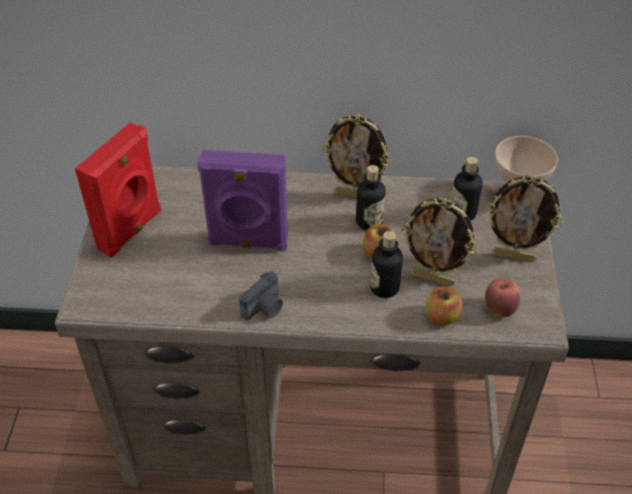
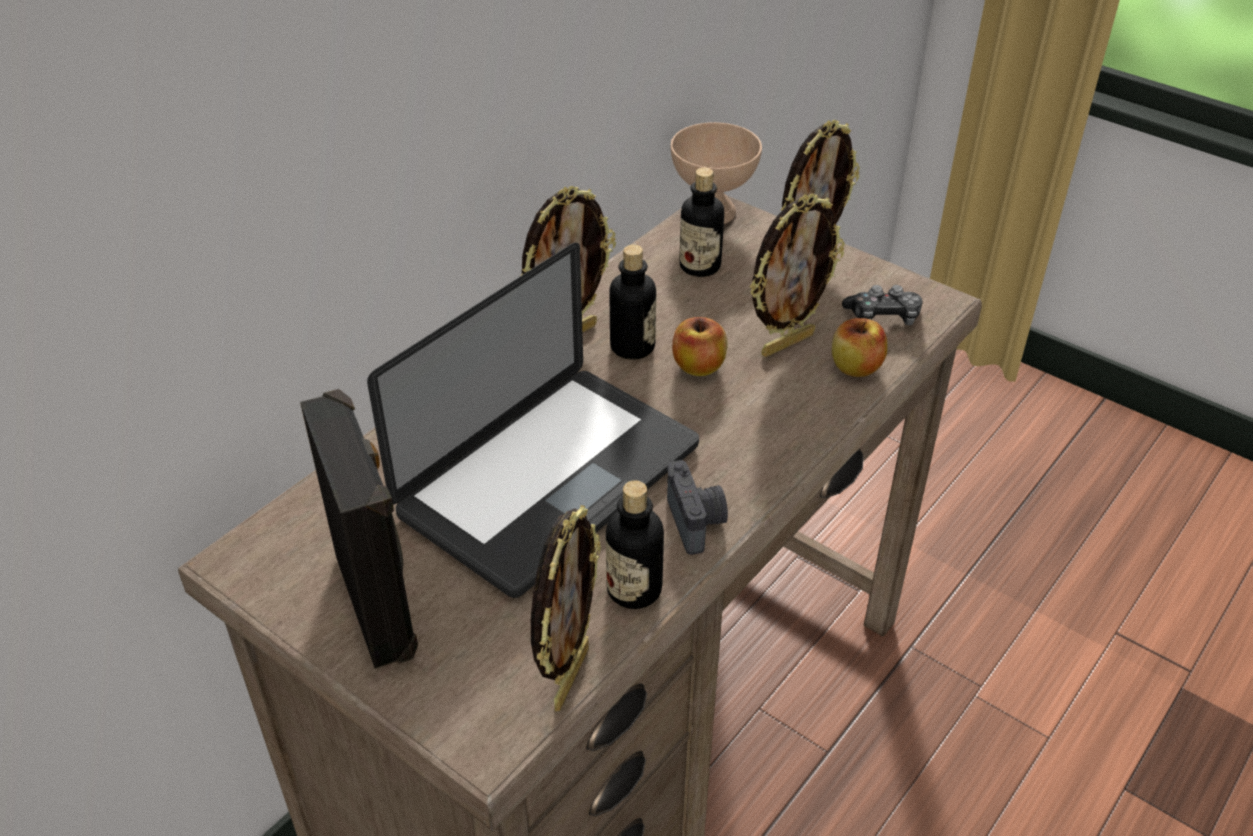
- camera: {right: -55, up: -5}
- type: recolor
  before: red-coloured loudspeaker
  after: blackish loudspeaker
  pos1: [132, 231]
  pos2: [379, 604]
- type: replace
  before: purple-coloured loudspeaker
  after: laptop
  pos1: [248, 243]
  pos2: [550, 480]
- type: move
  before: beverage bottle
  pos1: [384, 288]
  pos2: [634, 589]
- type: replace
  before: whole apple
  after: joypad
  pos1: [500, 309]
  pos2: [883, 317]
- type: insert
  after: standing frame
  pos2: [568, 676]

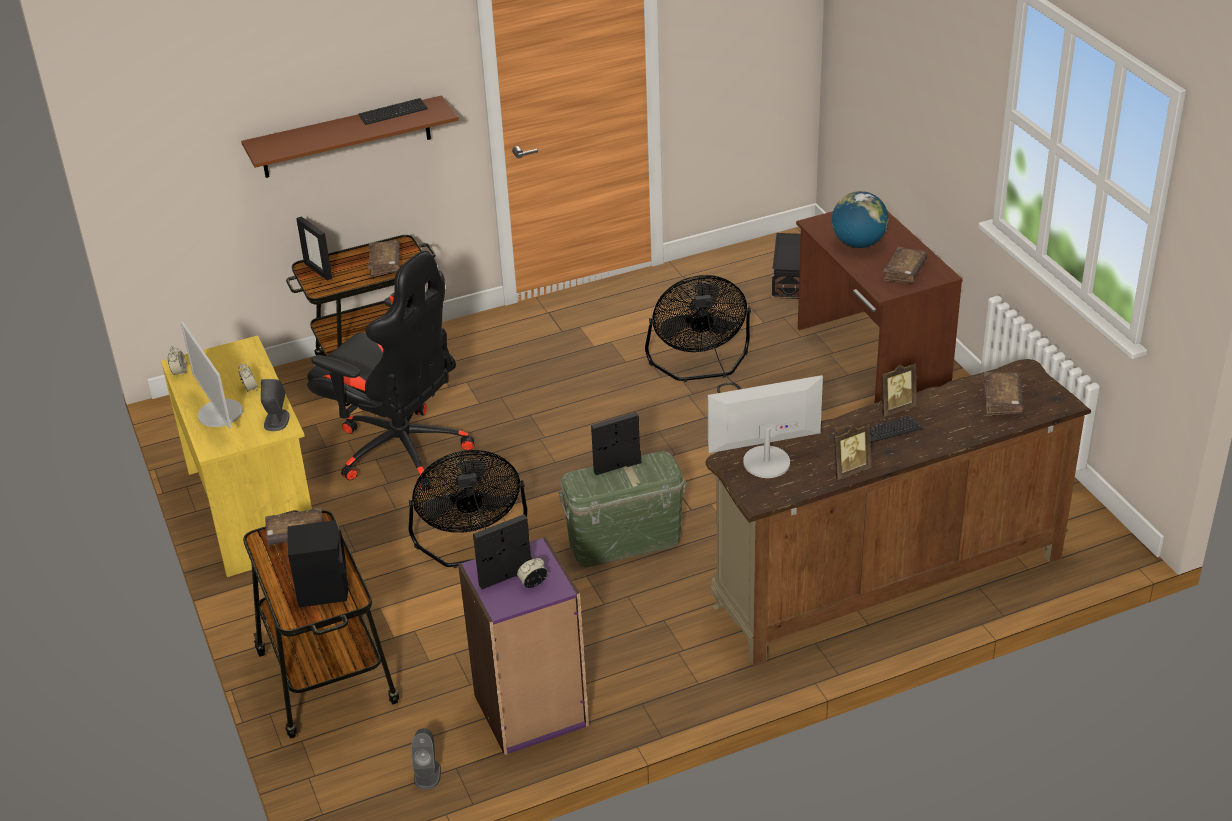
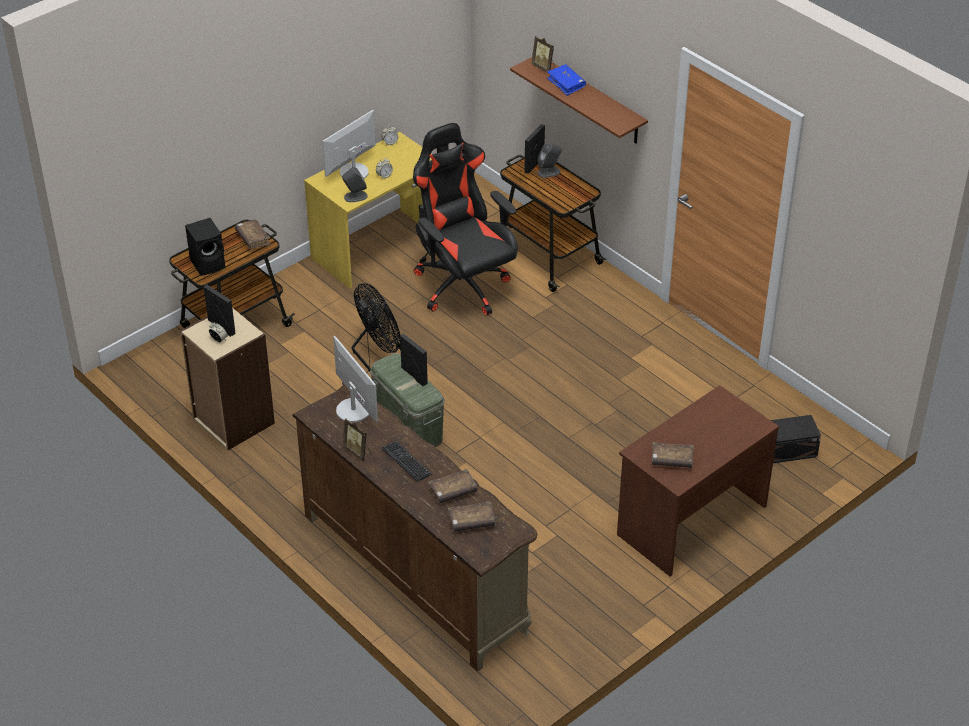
- camera: {right: 70, up: 5}
- type: delete
  before: keyboard
  pos1: [393, 113]
- type: delete
  before: world globe
  pos1: [858, 243]
- type: move
  before: brown-coloured book
  pos1: [385, 263]
  pos2: [453, 491]
- type: rotate
  before: blackish computer chair
  pos1: [394, 447]
  pos2: [465, 290]
  turn: 135
- type: delete
  before: blackish cooling fan
  pos1: [705, 370]
- type: move
  before: standing frame
  pos1: [895, 408]
  pos2: [544, 68]
- type: recolor
  before: purple-coloured bookshelf
  after: sand-coloured bookshelf
  pos1: [531, 711]
  pos2: [233, 421]
- type: move
  before: grey loudspeaker
  pos1: [427, 773]
  pos2: [549, 172]
- type: insert
  after: blue book
  pos2: [566, 84]

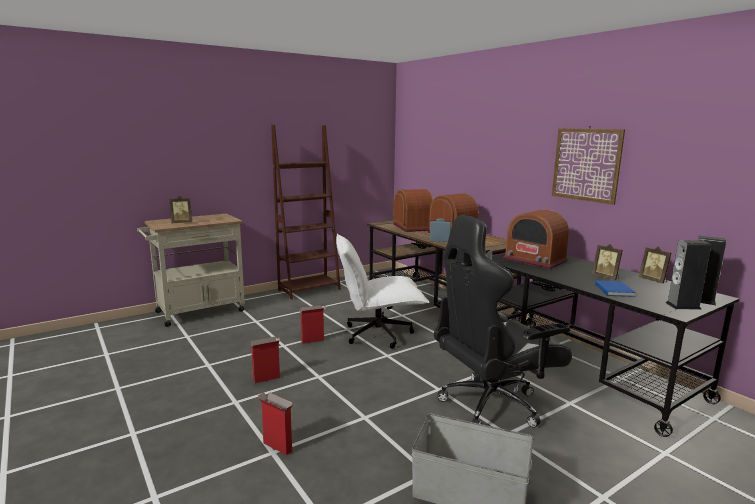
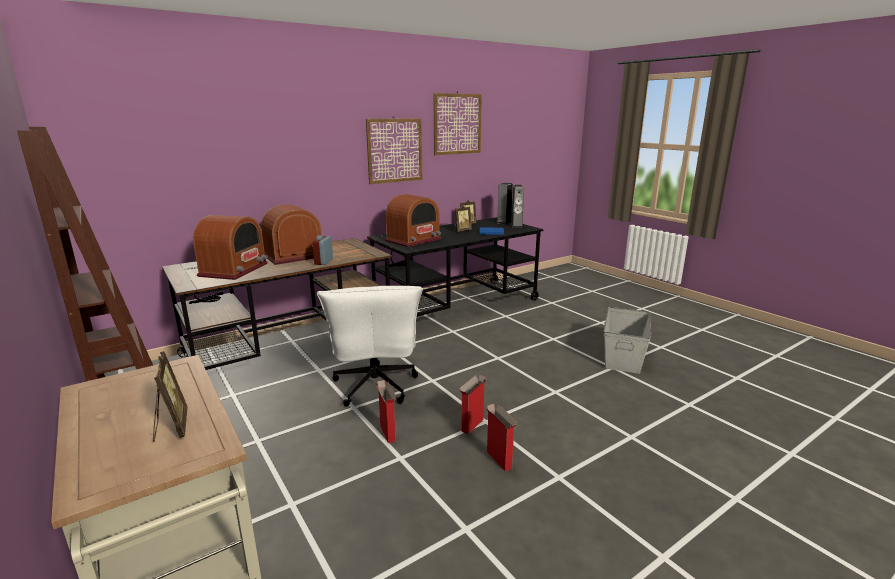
- camera: {right: -90, up: 5}
- type: rotate
  before: radio receiver
  pos1: [413, 227]
  pos2: [234, 270]
  turn: 120
- type: delete
  before: blackish computer chair
  pos1: [495, 403]
- type: move
  before: packing box
  pos1: [277, 446]
  pos2: [472, 425]
- type: insert
  after: picture
  pos2: [457, 123]

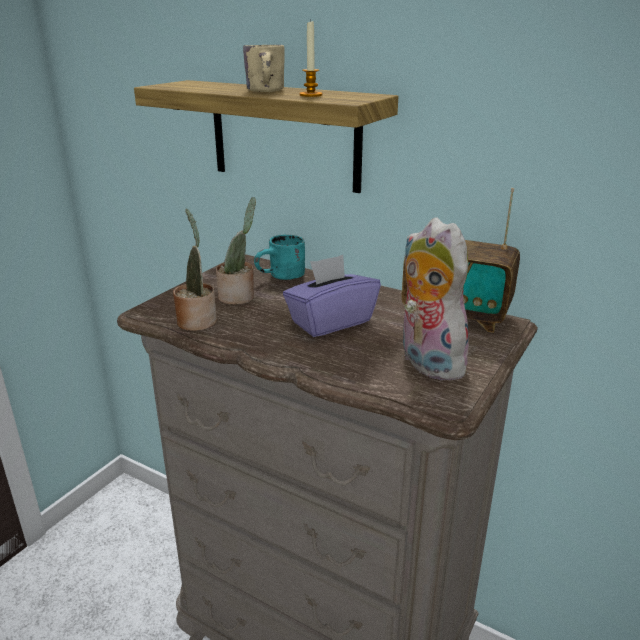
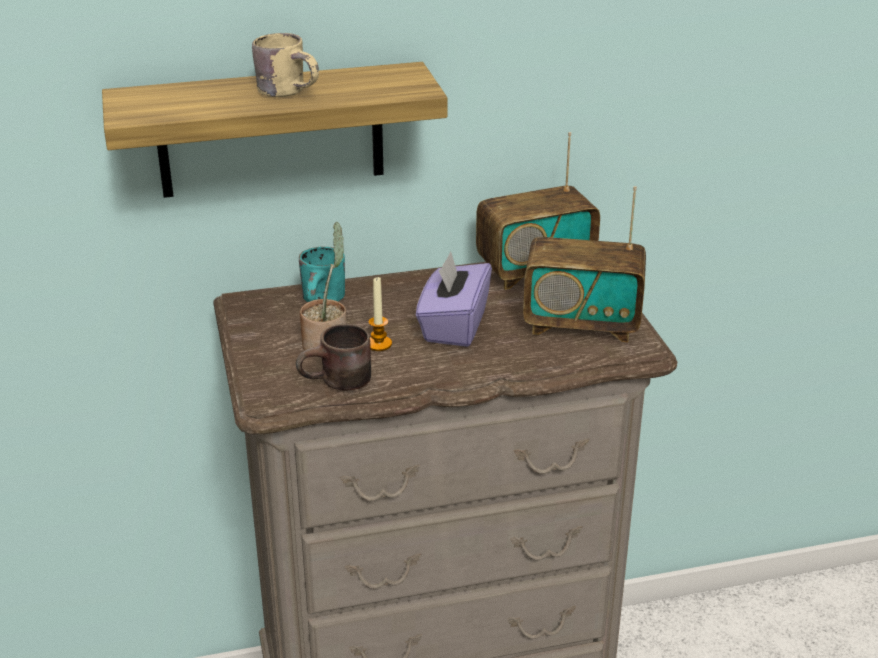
- camera: {right: -45, up: 5}
- type: move
  before: candle
  pos1: [311, 95]
  pos2: [379, 344]
- type: replace
  before: plant in a pot
  after: brown-coloured tea mug
  pos1: [197, 320]
  pos2: [338, 384]
- type: replace
  before: soft toy
  after: radio receiver
  pos1: [426, 362]
  pos2: [581, 324]

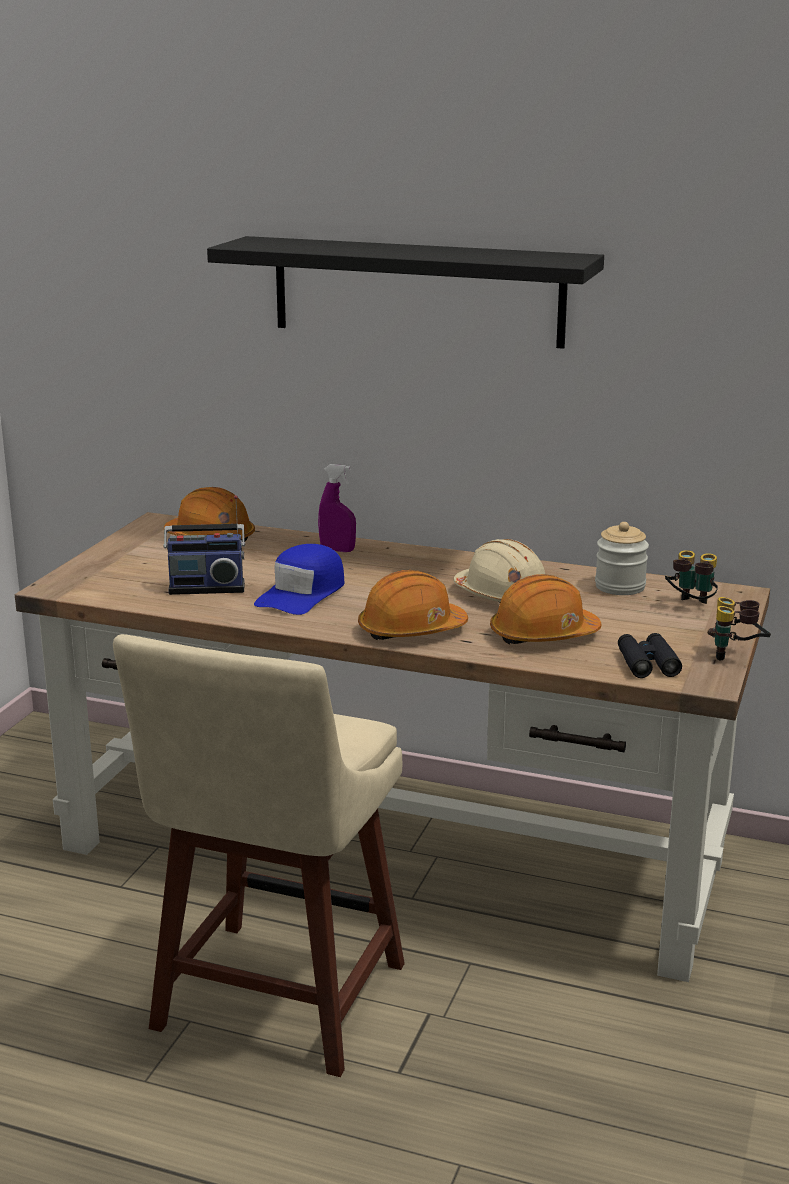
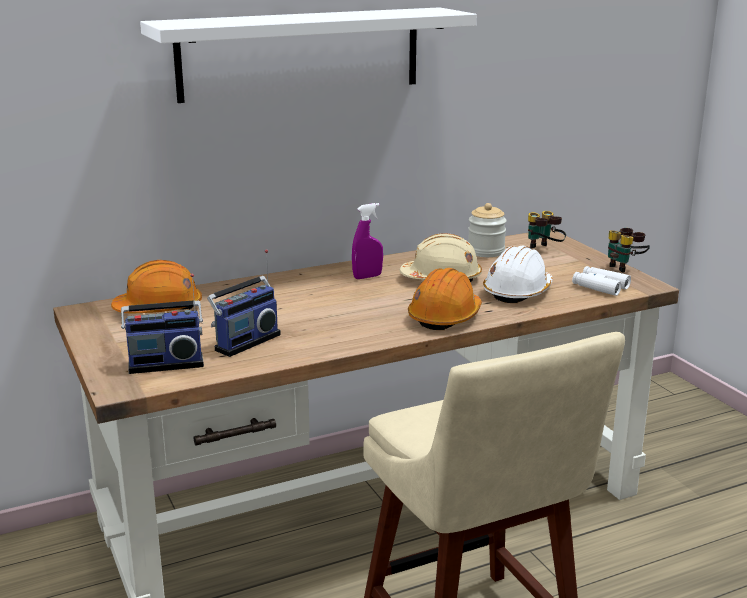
- camera: {right: -45, up: 0}
- type: recolor
  before: blackish shelf
  after: white-coloured shelf
  pos1: [417, 291]
  pos2: [301, 53]
- type: move
  before: purple-coloured sprayer
  pos1: [337, 550]
  pos2: [367, 277]
- type: delete
  before: blue baseball cap
  pos1: [302, 593]
- type: recolor
  before: orange hard hat
  after: white-coloured hard hat
  pos1: [543, 635]
  pos2: [518, 292]
- type: recolor
  before: blackish pair of binoculars
  after: white-coloured pair of binoculars
  pos1: [647, 663]
  pos2: [600, 287]
- type: insert
  after: radio receiver
  pos2: [166, 363]

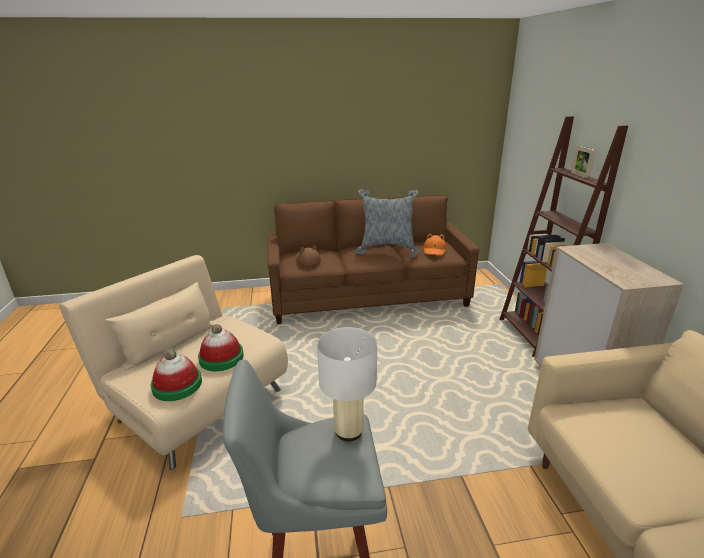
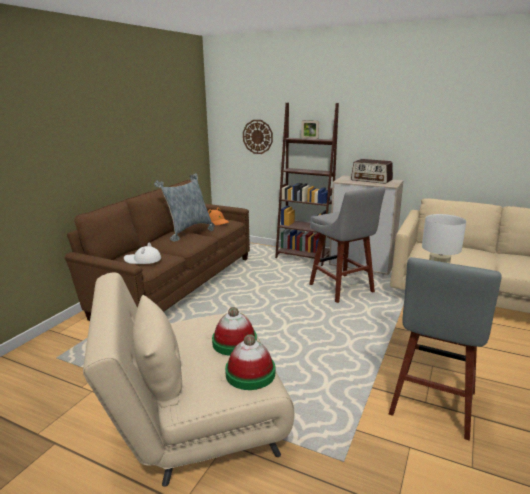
- camera: {right: -55, up: -5}
- type: recolor
  before: brown-coloured wearable hat
  after: white-coloured wearable hat
  pos1: [307, 259]
  pos2: [143, 260]
- type: insert
  after: hanging clock
  pos2: [257, 136]
- type: insert
  after: radio receiver
  pos2: [371, 180]
- type: insert
  after: grey sitting stool
  pos2: [342, 289]

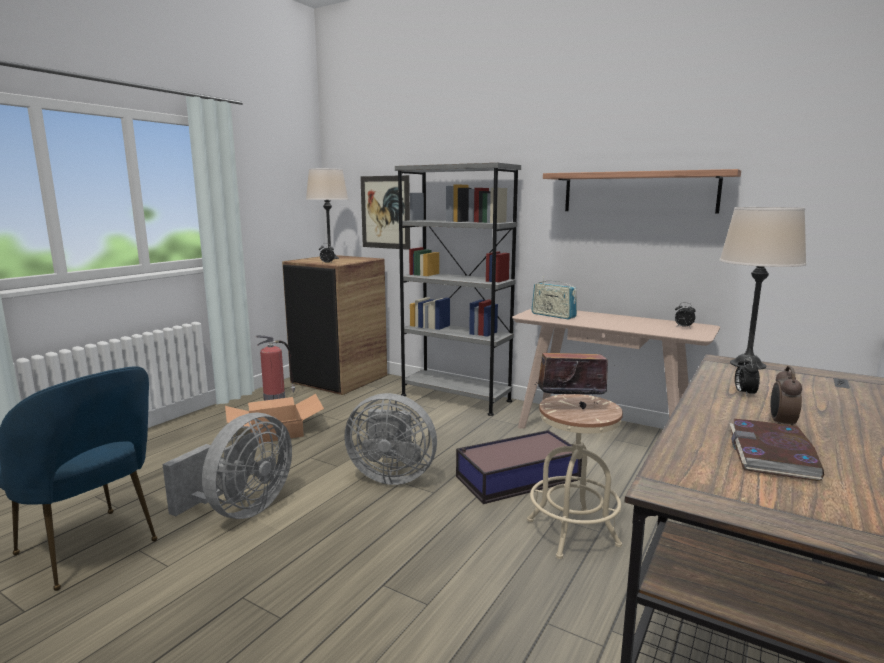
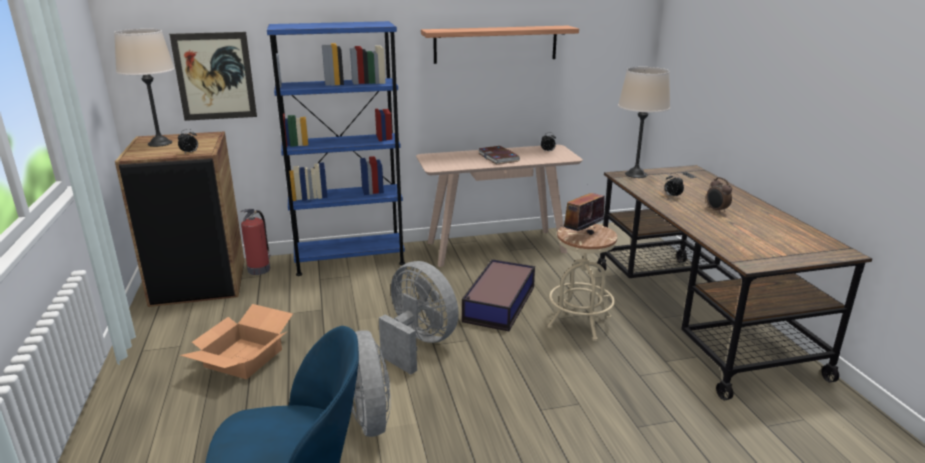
- camera: {right: -45, up: 10}
- type: recolor
  before: grey bookshelf
  after: blue bookshelf
  pos1: [455, 398]
  pos2: [349, 260]
- type: delete
  before: radio receiver
  pos1: [553, 315]
- type: move
  before: fire-fighting cylinder
  pos1: [275, 397]
  pos2: [259, 269]
- type: rotate
  before: grey cooling fan
  pos1: [391, 476]
  pos2: [418, 343]
  turn: -105
- type: move
  before: book
  pos1: [772, 454]
  pos2: [498, 157]

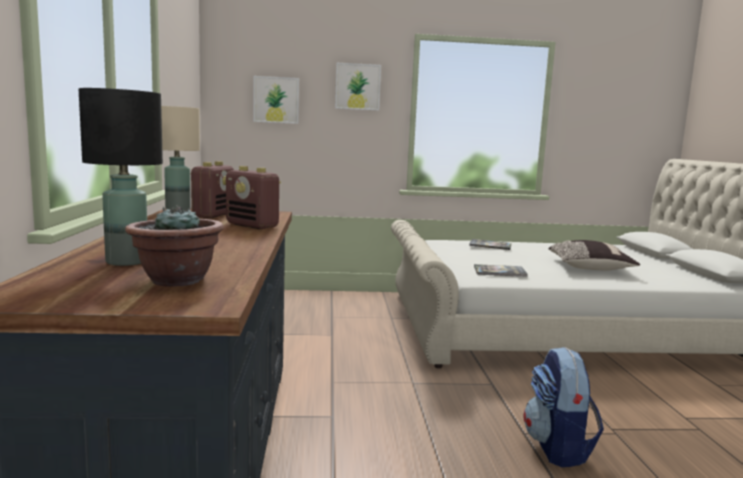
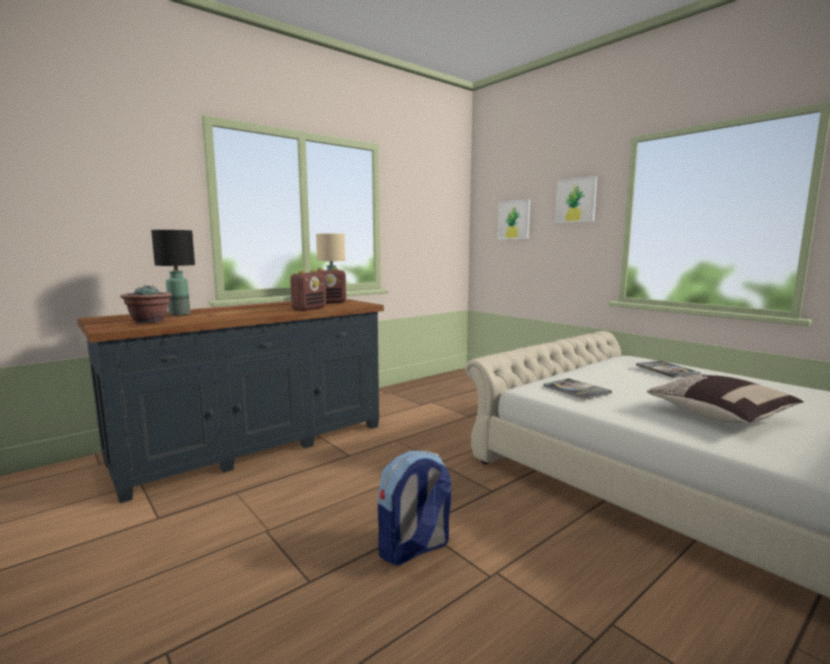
- camera: {right: 55, up: 0}
- type: rotate
  before: radio receiver
  pos1: [253, 226]
  pos2: [309, 309]
  turn: -150

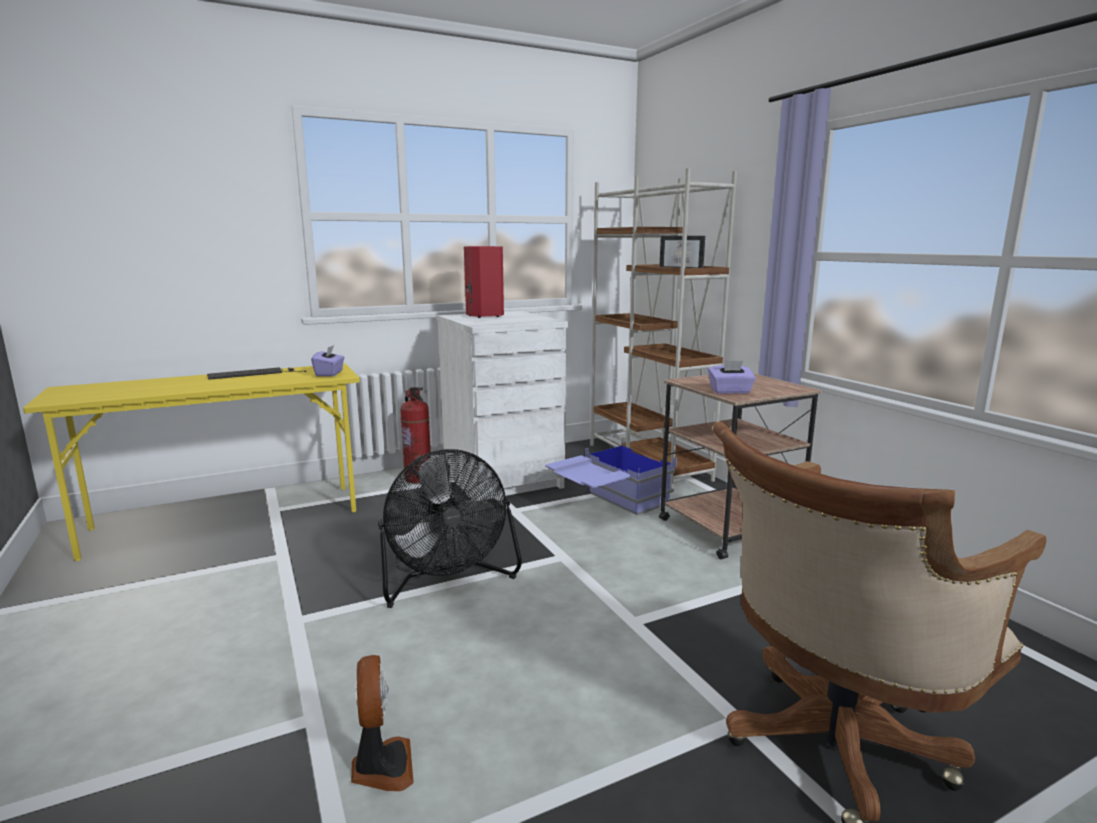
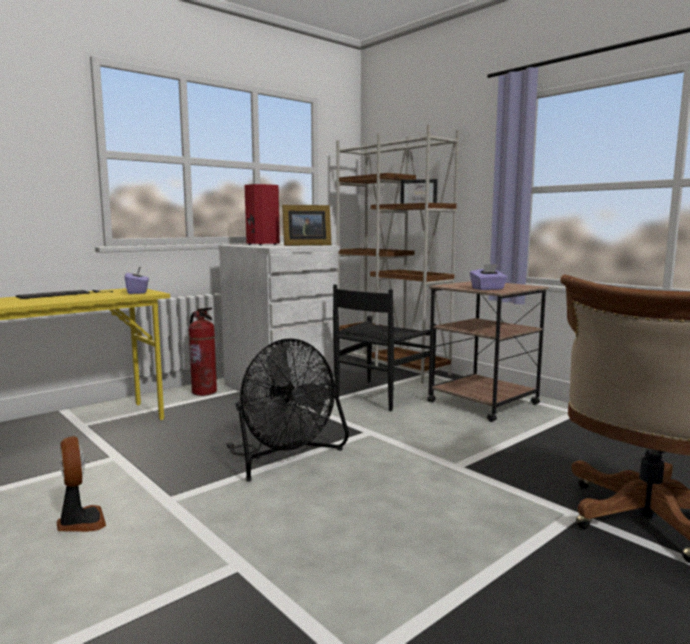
- camera: {right: -15, up: -5}
- type: replace
  before: blue storage container
  after: blackish plain chair
  pos1: [608, 505]
  pos2: [381, 396]
- type: move
  before: cooling fan
  pos1: [381, 767]
  pos2: [80, 522]
- type: insert
  after: standing frame
  pos2: [305, 245]

